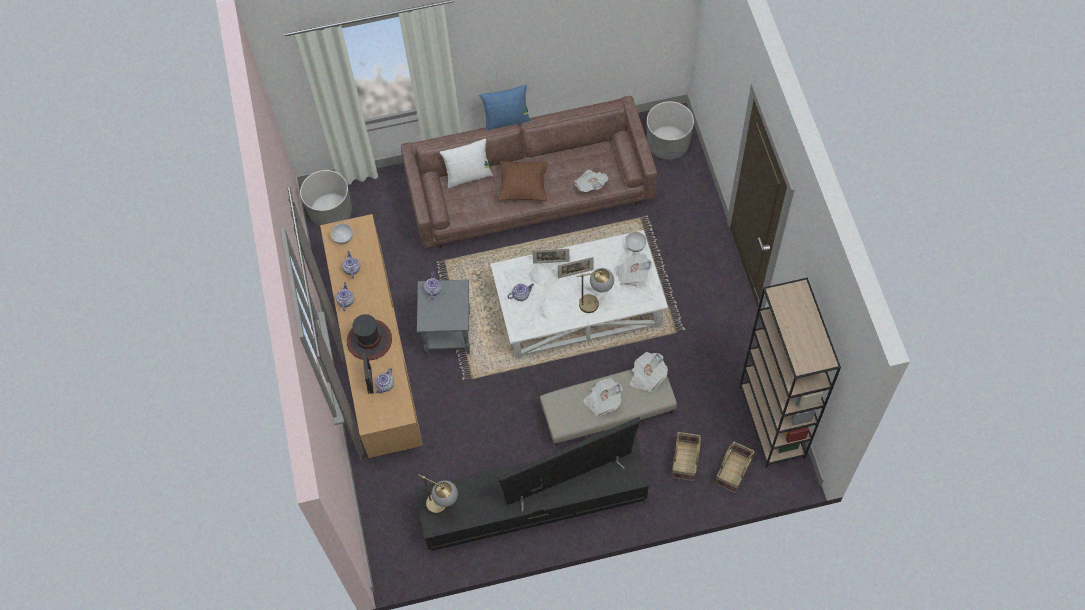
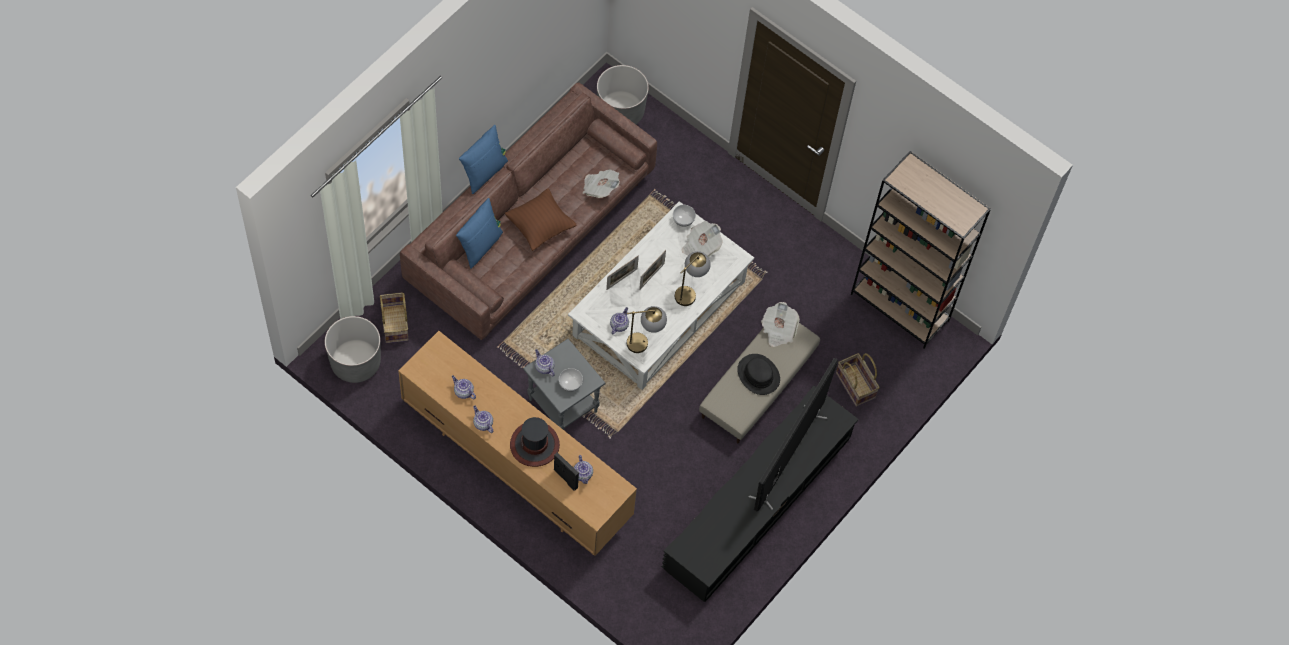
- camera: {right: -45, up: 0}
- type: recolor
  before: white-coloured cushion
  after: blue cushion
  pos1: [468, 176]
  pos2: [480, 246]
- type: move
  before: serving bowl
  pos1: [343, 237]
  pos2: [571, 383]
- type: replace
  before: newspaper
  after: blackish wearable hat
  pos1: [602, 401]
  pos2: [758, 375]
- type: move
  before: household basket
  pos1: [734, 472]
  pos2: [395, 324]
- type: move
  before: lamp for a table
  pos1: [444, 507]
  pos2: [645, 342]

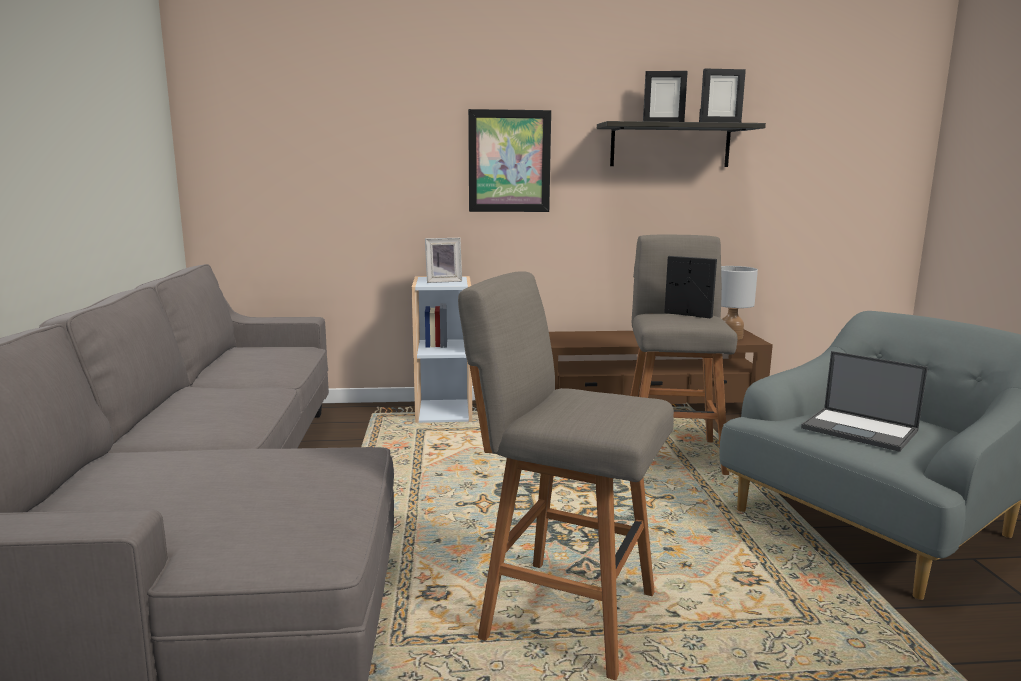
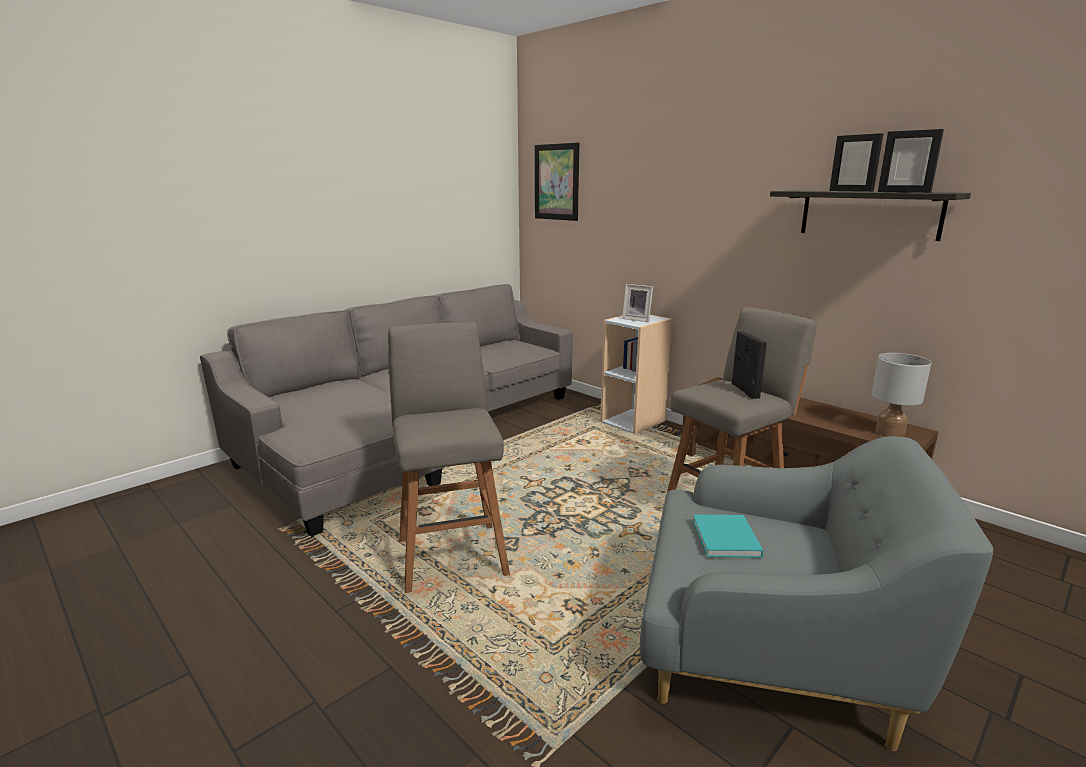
- camera: {right: 50, up: 5}
- type: move
  before: picture
  pos1: [509, 161]
  pos2: [556, 182]
- type: replace
  before: laptop
  after: blue-green book
  pos1: [861, 430]
  pos2: [726, 539]

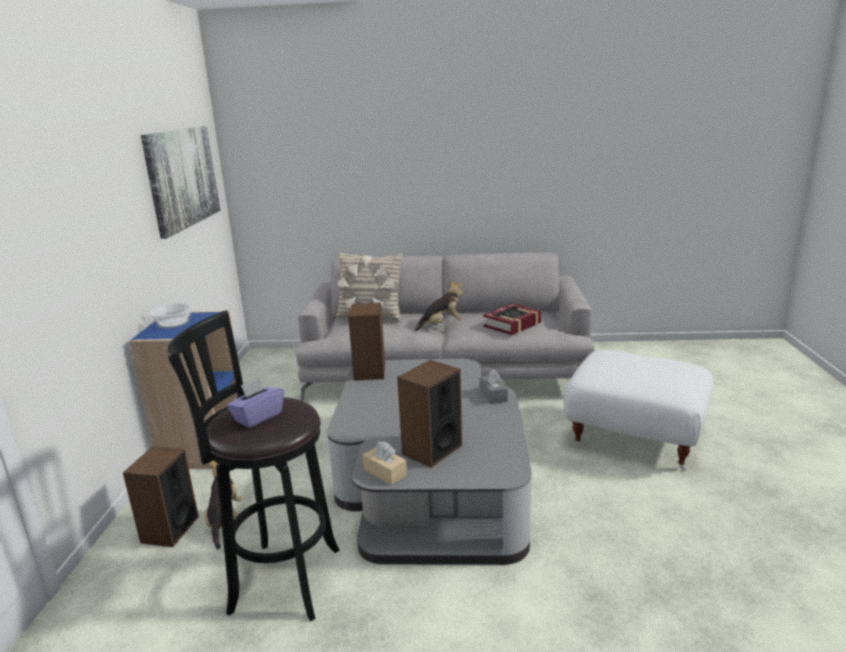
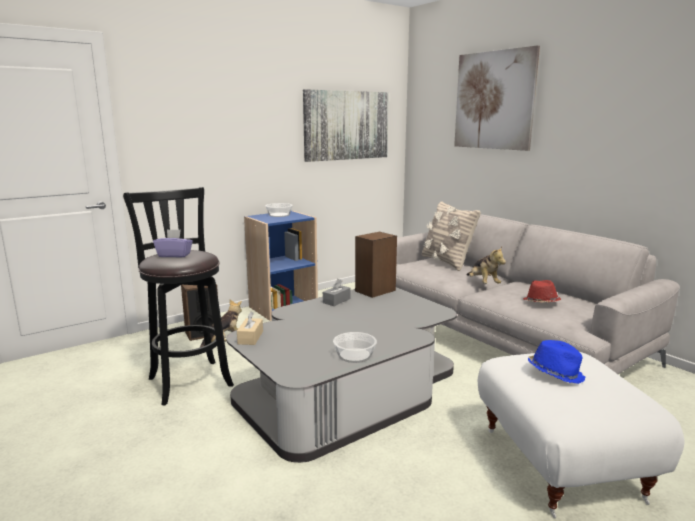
- camera: {right: 50, up: -5}
- type: rotate
  before: soft toy
  pos1: [442, 325]
  pos2: [483, 283]
  turn: 45
- type: replace
  before: book
  after: red-coloured wearable hat
  pos1: [512, 325]
  pos2: [541, 303]
- type: delete
  before: loudspeaker
  pos1: [431, 450]
- type: move
  before: grey tissue holder
  pos1: [493, 395]
  pos2: [336, 301]
- type: insert
  after: picture
  pos2: [494, 100]
- type: insert
  after: serving bowl
  pos2: [355, 355]
- type: insert
  after: blue wearable hat
  pos2: [555, 373]

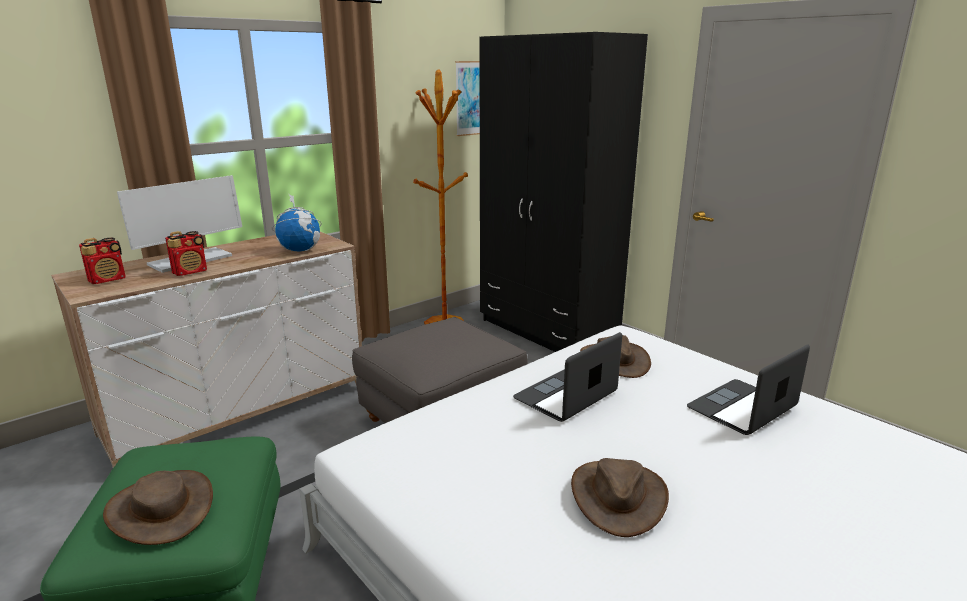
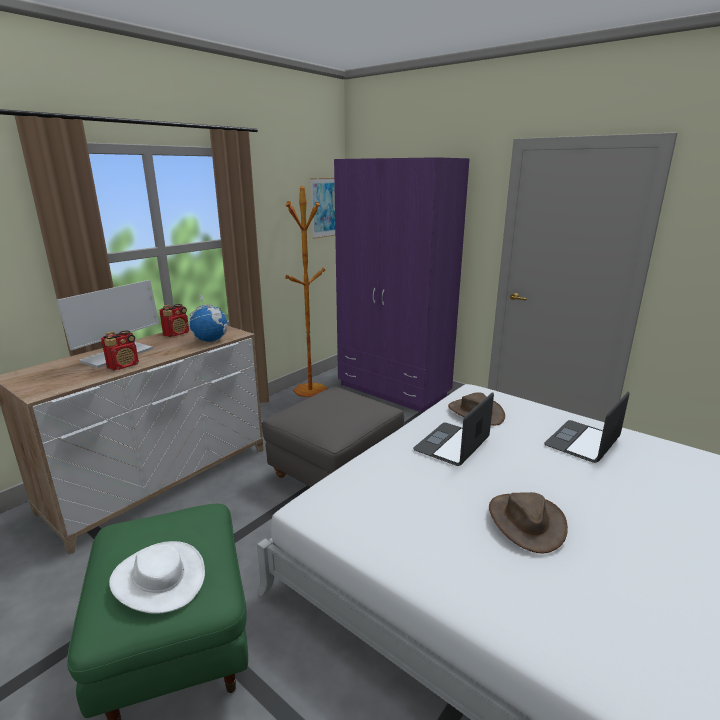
- camera: {right: -10, up: 0}
- type: recolor
  before: blackish wardrobe
  after: purple-coloured wardrobe
  pos1: [547, 331]
  pos2: [393, 390]
- type: move
  before: radio receiver
  pos1: [108, 280]
  pos2: [177, 334]
- type: recolor
  before: brown-coloured wearable hat
  after: white-coloured wearable hat
  pos1: [161, 508]
  pos2: [159, 578]

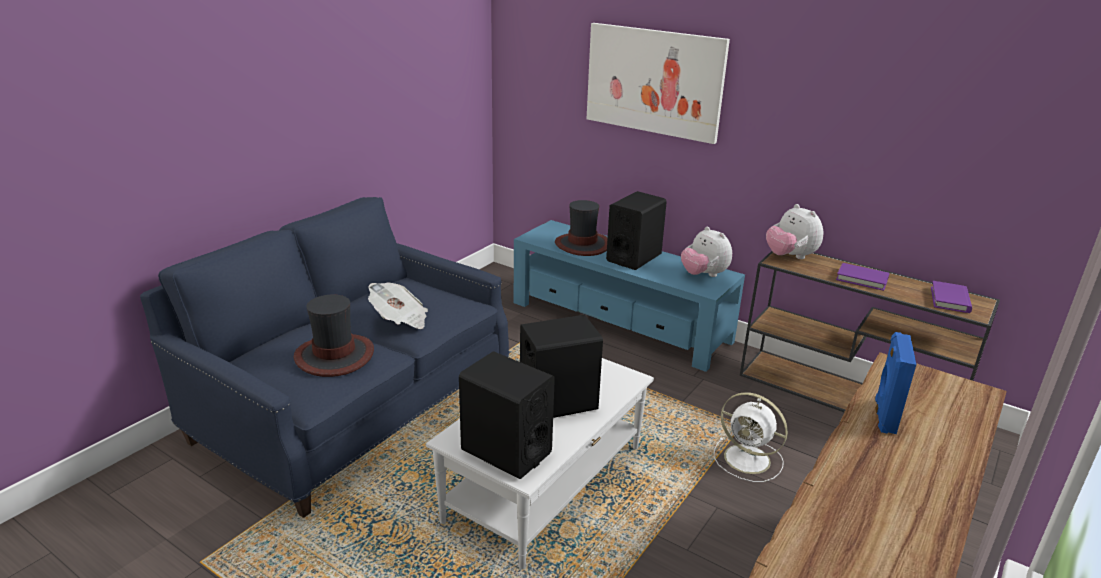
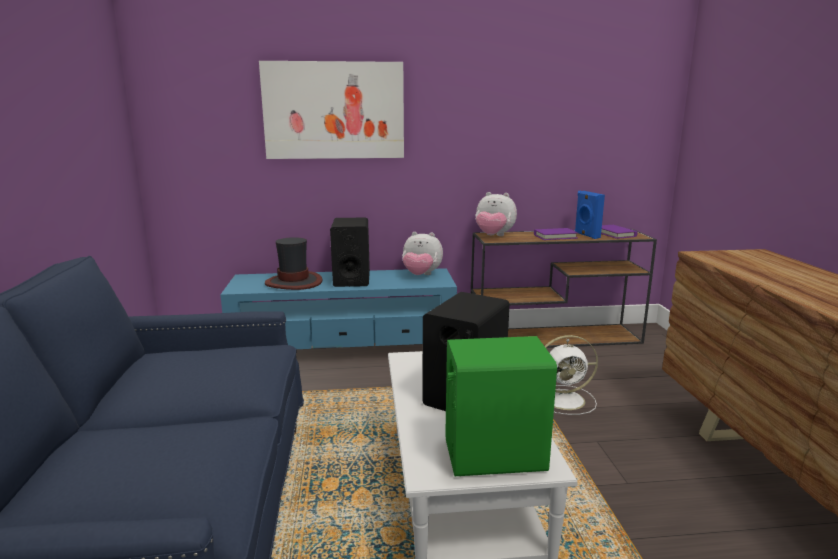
- camera: {right: -40, up: -10}
- type: delete
  before: newspaper
  pos1: [400, 319]
- type: delete
  before: wearable hat
  pos1: [334, 356]
- type: move
  before: blue loudspeaker
  pos1: [884, 416]
  pos2: [586, 235]
- type: recolor
  before: blackish loudspeaker
  after: green-coloured loudspeaker
  pos1: [506, 451]
  pos2: [493, 455]

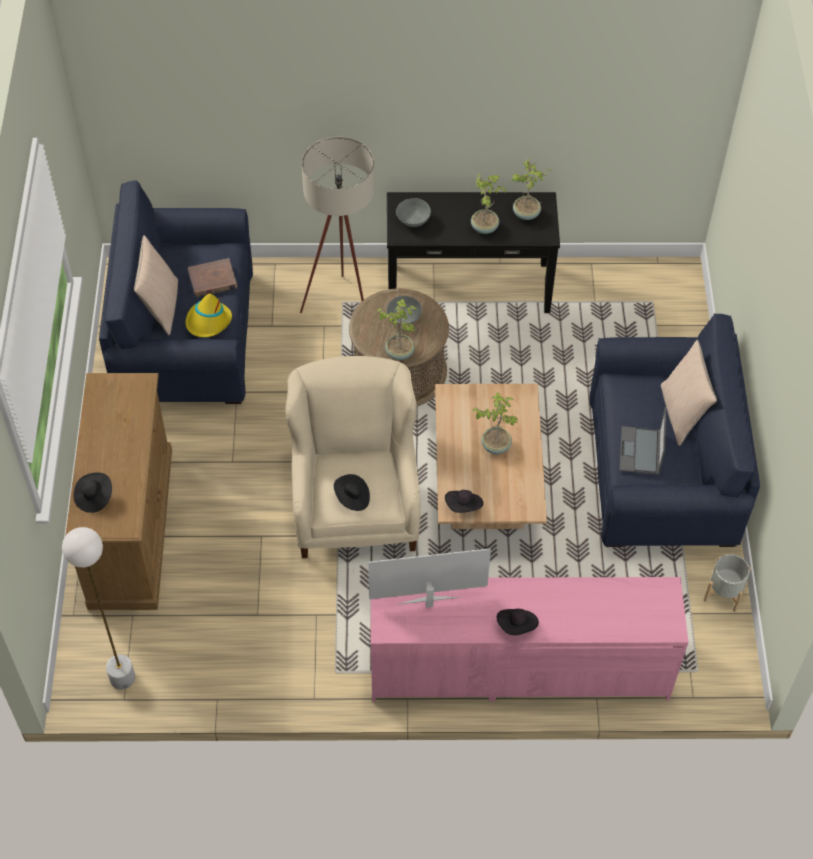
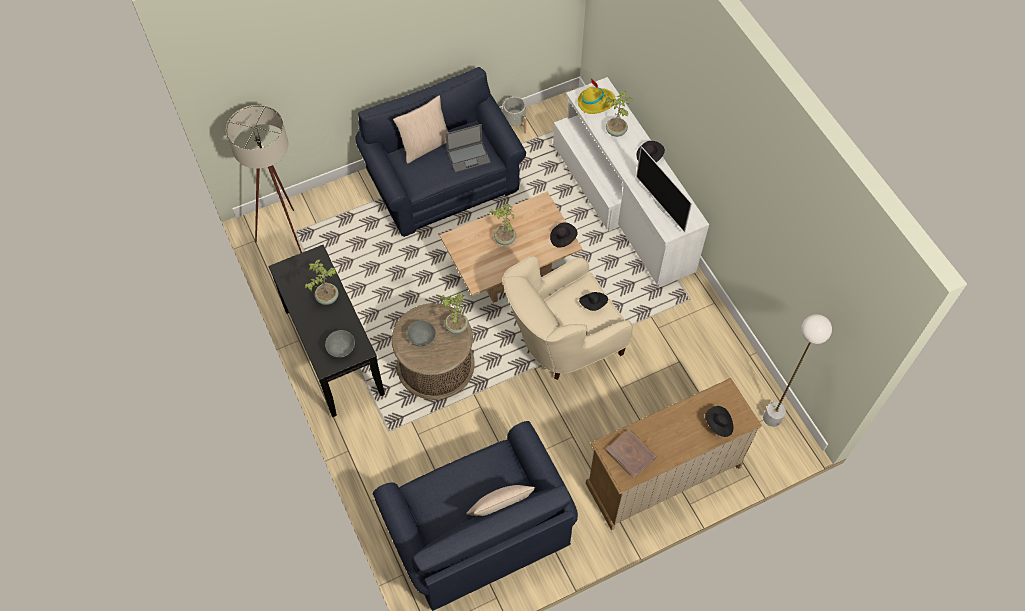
- camera: {right: -115, up: 5}
- type: move
  before: sand-coloured standing lamp
  pos1: [343, 308]
  pos2: [286, 229]
- type: move
  before: plant in a pot
  pos1: [526, 214]
  pos2: [616, 131]
- type: move
  before: brown-coloured book
  pos1: [213, 280]
  pos2: [631, 454]
- type: move
  before: yellowish wearable hat
  pos1: [208, 322]
  pos2: [595, 102]
- type: recolor
  before: pinkish tv unit
  after: white-coloured tv unit
  pos1: [524, 665]
  pos2: [622, 204]

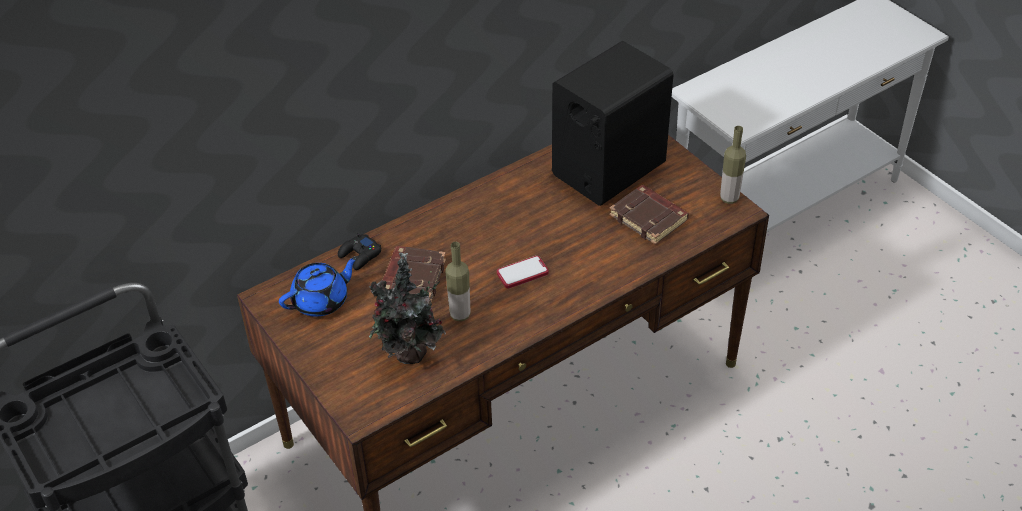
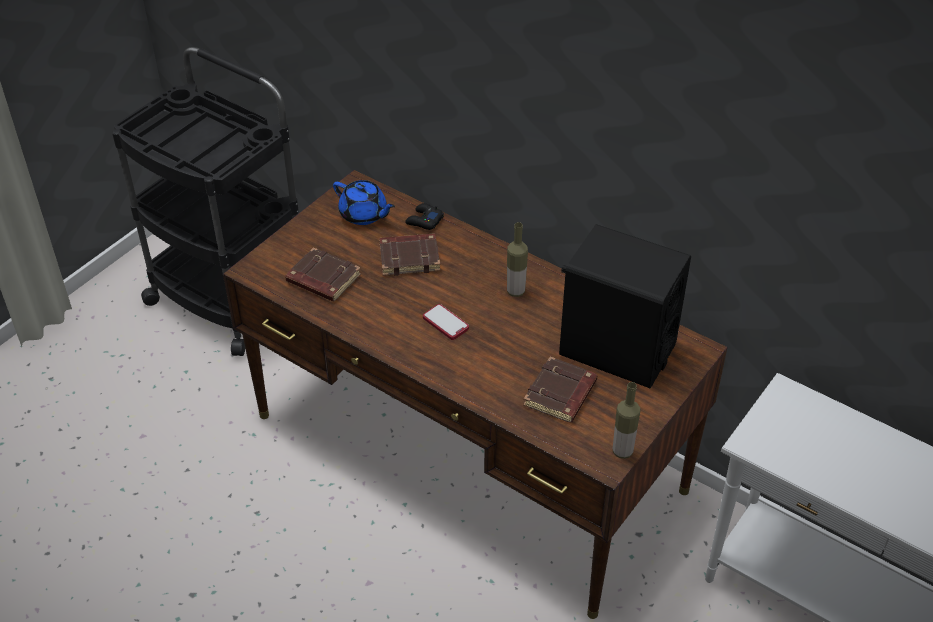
- camera: {right: 70, up: 0}
- type: move
  before: beverage bottle
  pos1: [460, 315]
  pos2: [515, 291]
- type: replace
  before: plant in a pot
  after: brown-coloured book
  pos1: [409, 356]
  pos2: [322, 279]

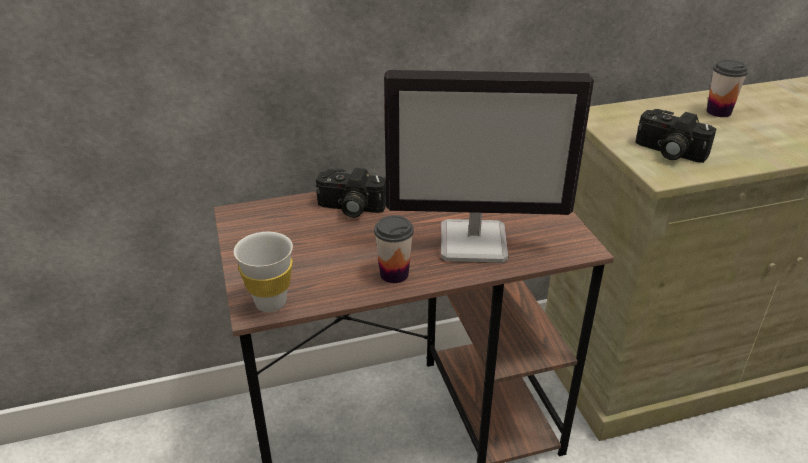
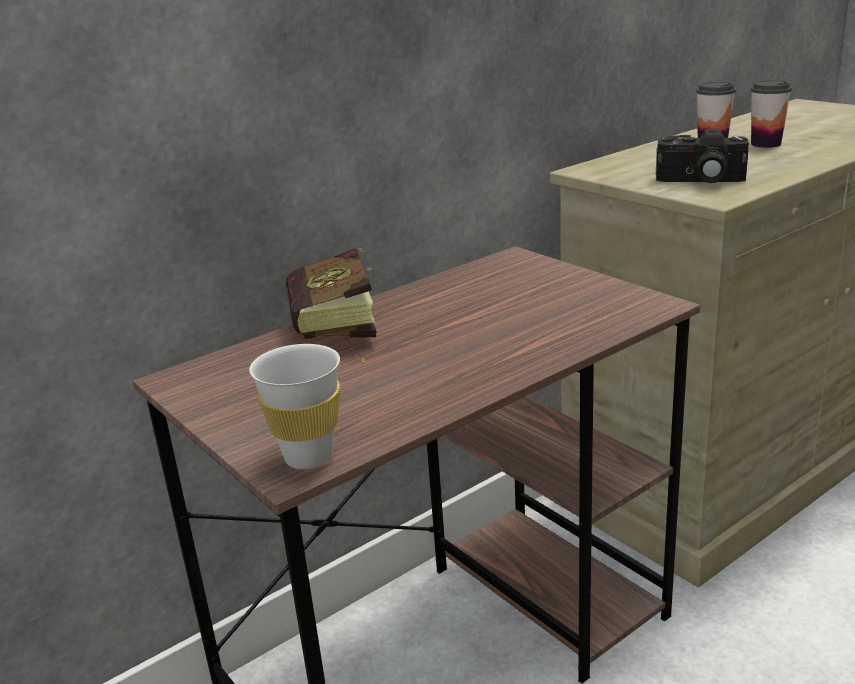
- camera: {right: -20, up: -10}
- type: delete
  before: computer display
  pos1: [475, 242]
- type: replace
  before: photo camera
  after: book
  pos1: [350, 208]
  pos2: [335, 336]
- type: move
  before: drinking cup
  pos1: [394, 274]
  pos2: [766, 144]

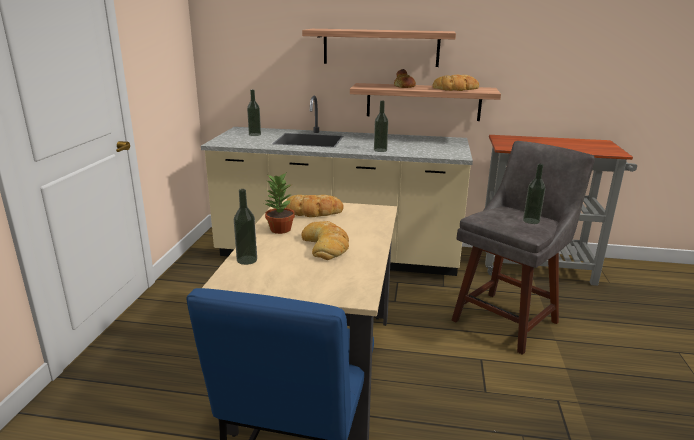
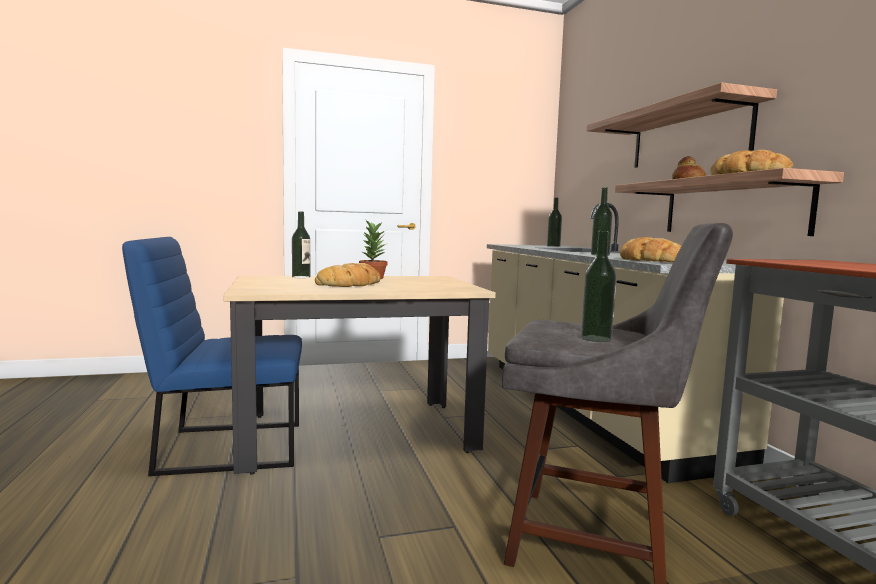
- camera: {right: 65, up: -15}
- type: move
  before: baked bread
  pos1: [313, 211]
  pos2: [649, 260]

